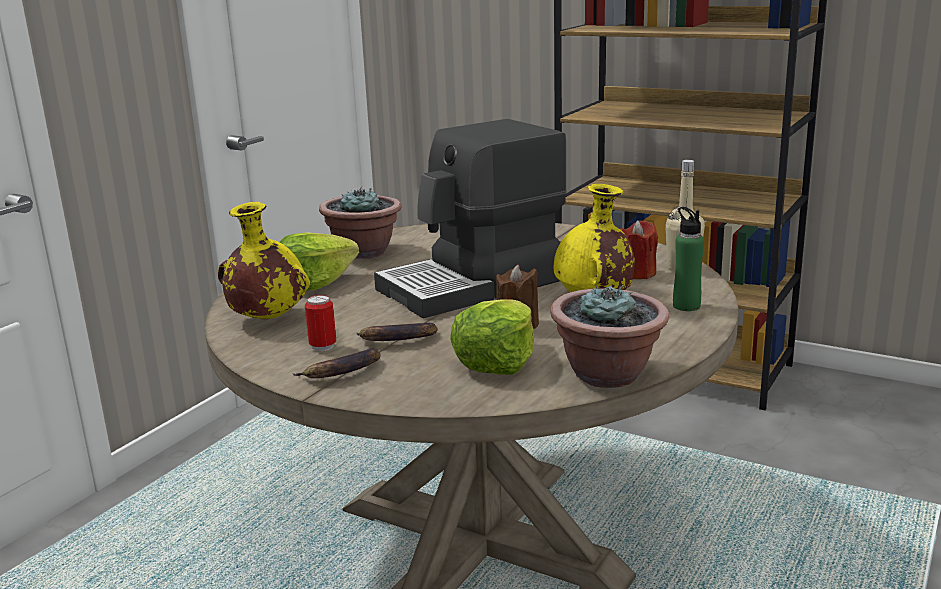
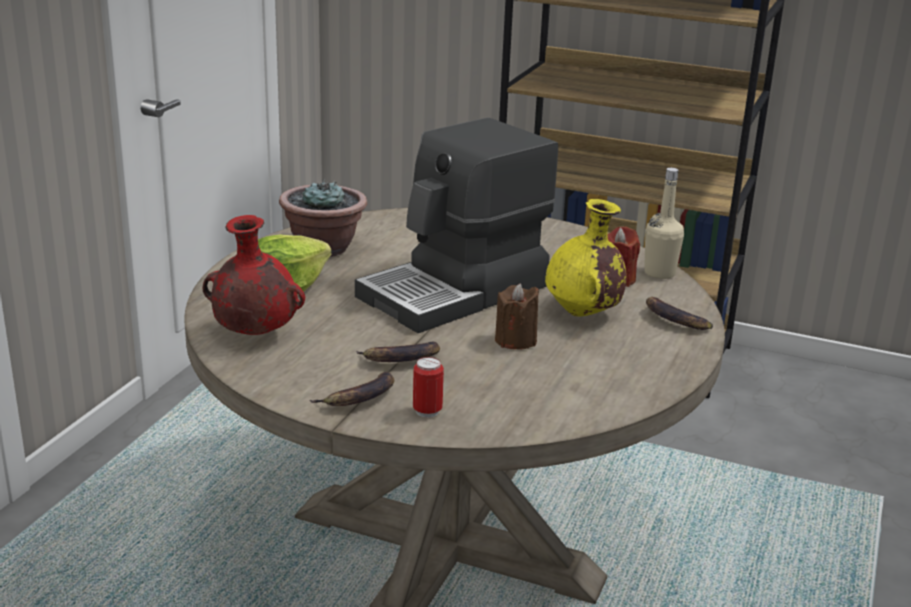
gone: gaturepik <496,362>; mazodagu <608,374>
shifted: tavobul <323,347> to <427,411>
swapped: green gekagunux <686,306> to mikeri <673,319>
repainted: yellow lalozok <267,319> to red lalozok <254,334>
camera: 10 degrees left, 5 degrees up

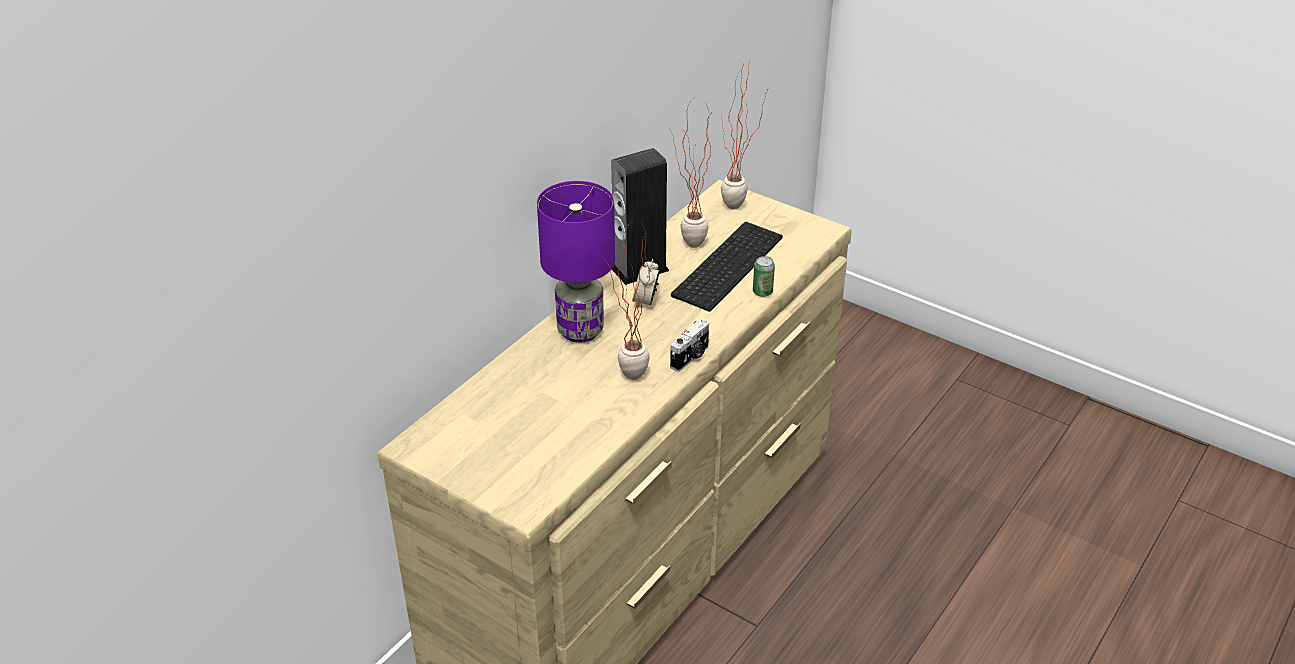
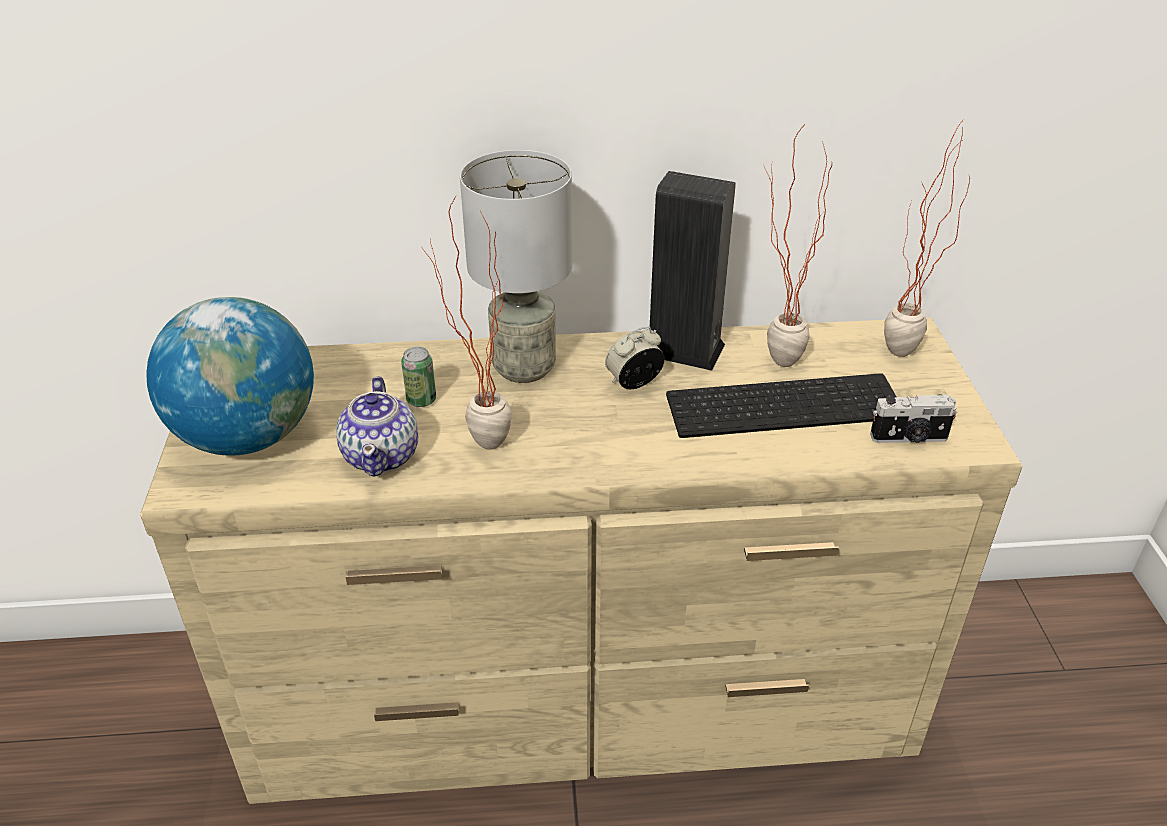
new: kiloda <248,436>; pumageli <382,455>
shifted: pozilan <691,357> to <909,438>; tavobul <762,292> to <421,400>
repainted: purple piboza <580,331> to grey piboza <523,368>
camera: 50 degrees right, 0 degrees up

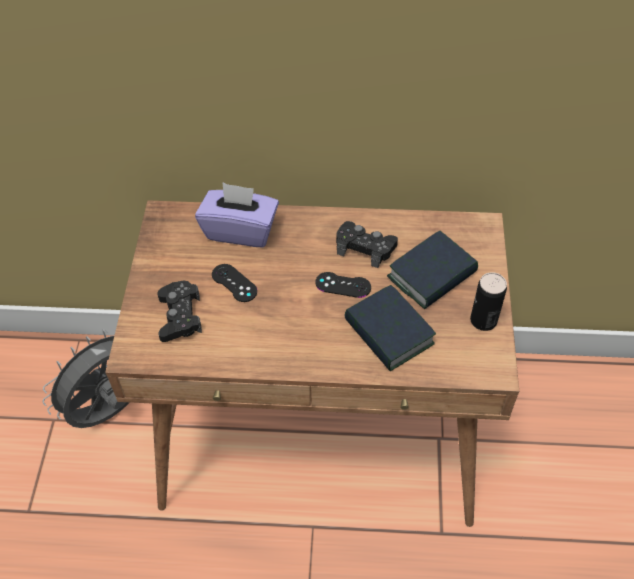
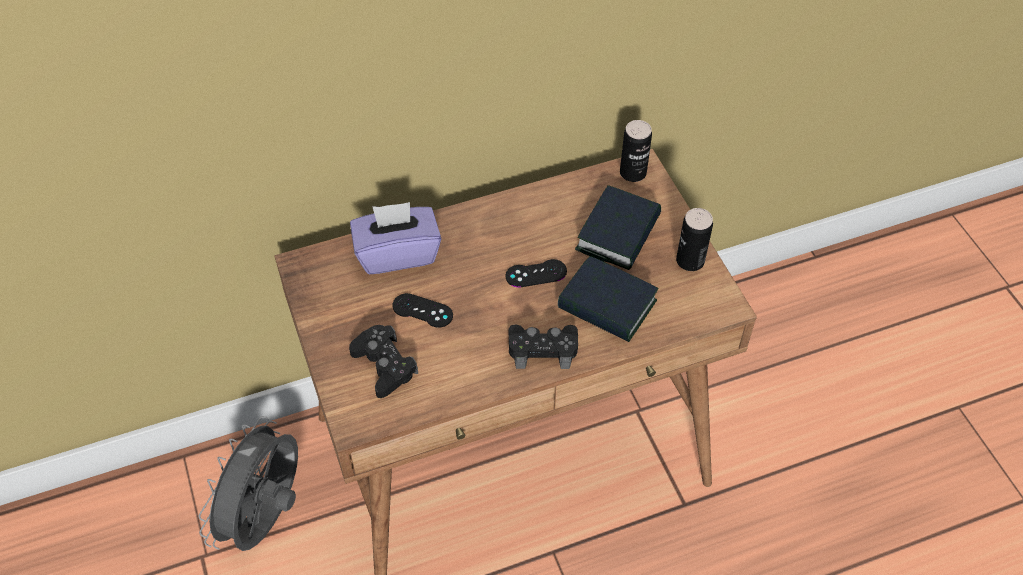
new: tavobul <633,173>
shifted: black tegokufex <365,248> to <543,349>
camera: 25 degrees left, 0 degrees up

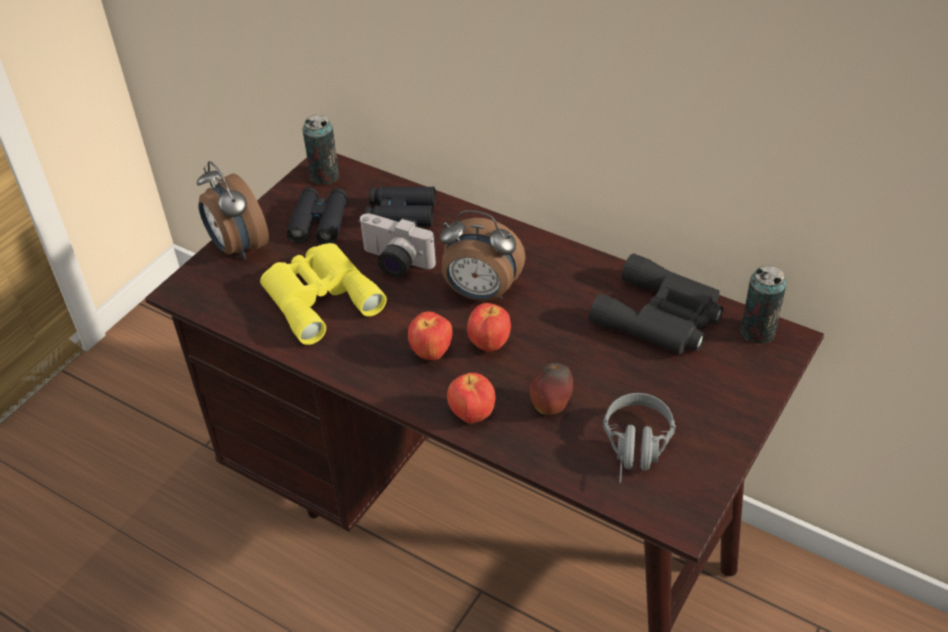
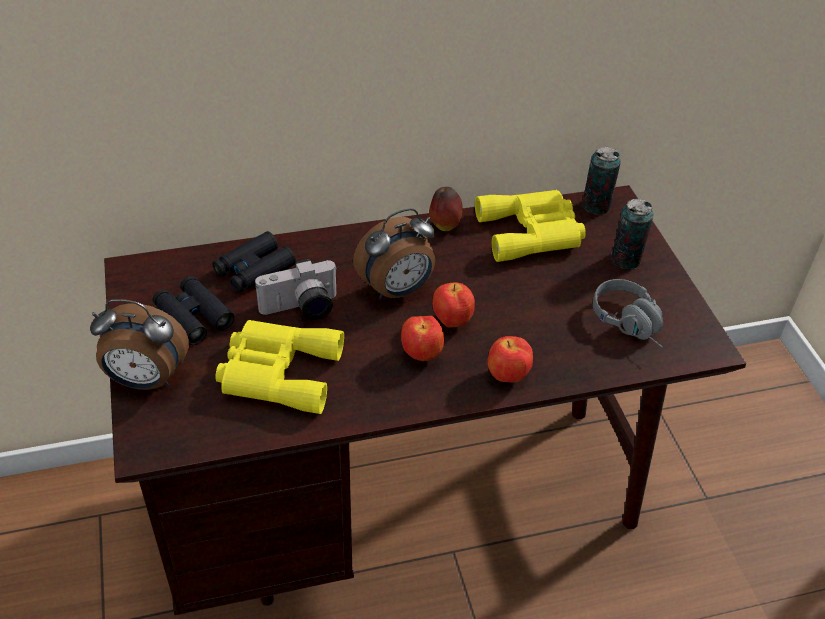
shifted: tavobul <325,176> to <625,259>; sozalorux <551,406> to <444,225>
repainted: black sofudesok <661,318> to yellow sofudesok <532,232>
camera: 50 degrees left, 0 degrees up

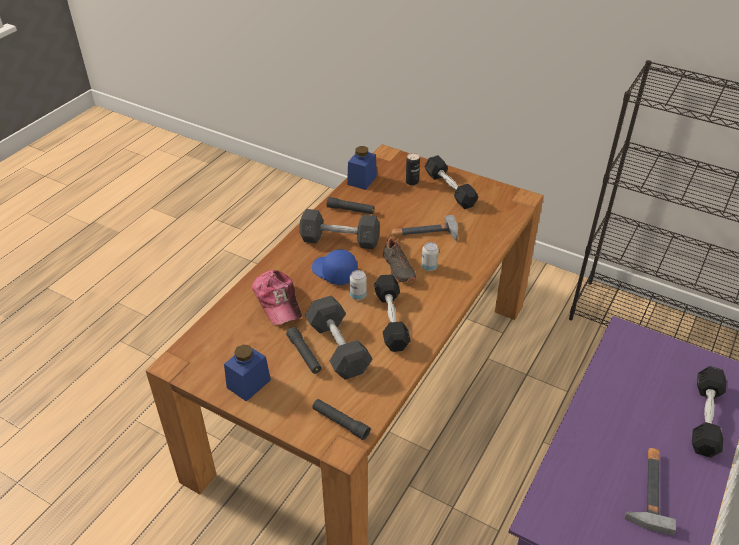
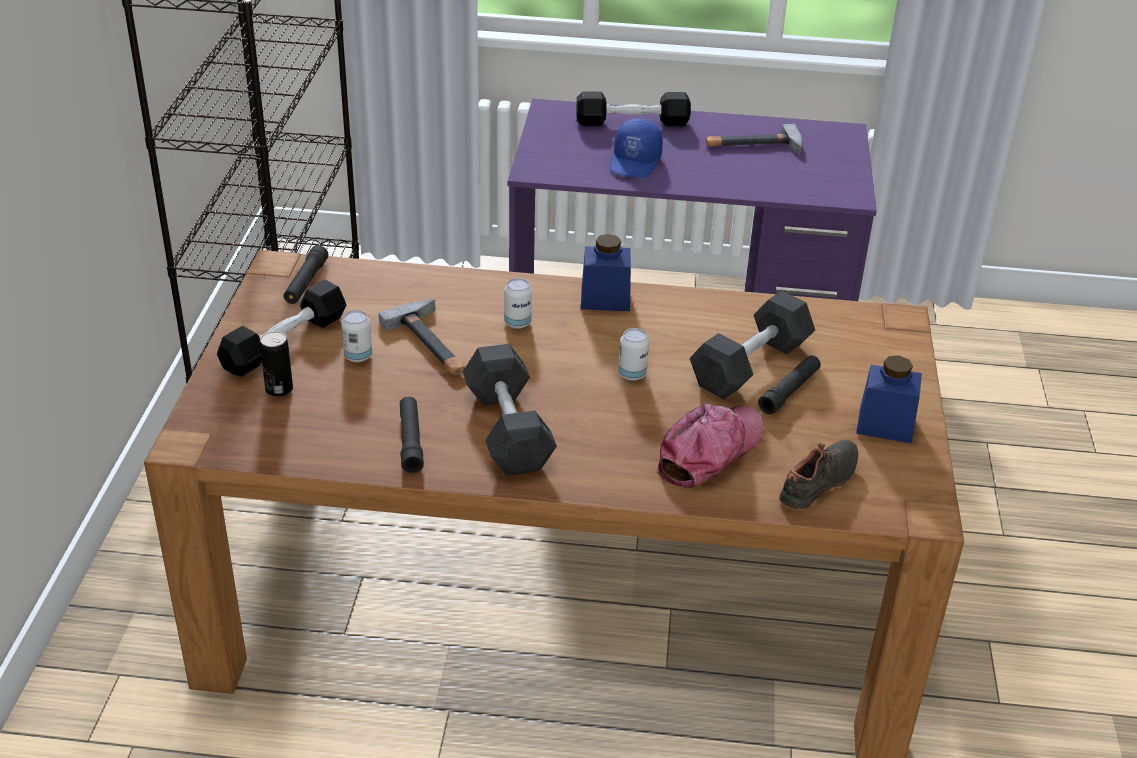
gone: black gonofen <391,320>
new: tavobul <358,356>
shifted: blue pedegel <334,272> to <635,162>; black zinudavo <340,422> to <306,282>; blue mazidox <362,180> to <605,299>; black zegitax <397,268> to <820,484>
camera: 115 degrees left, 5 degrees down

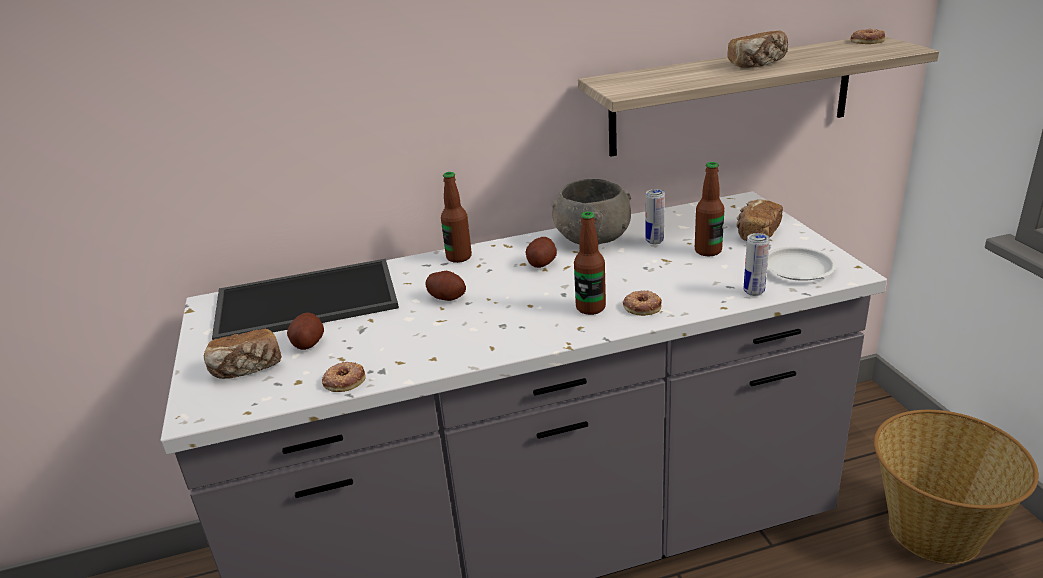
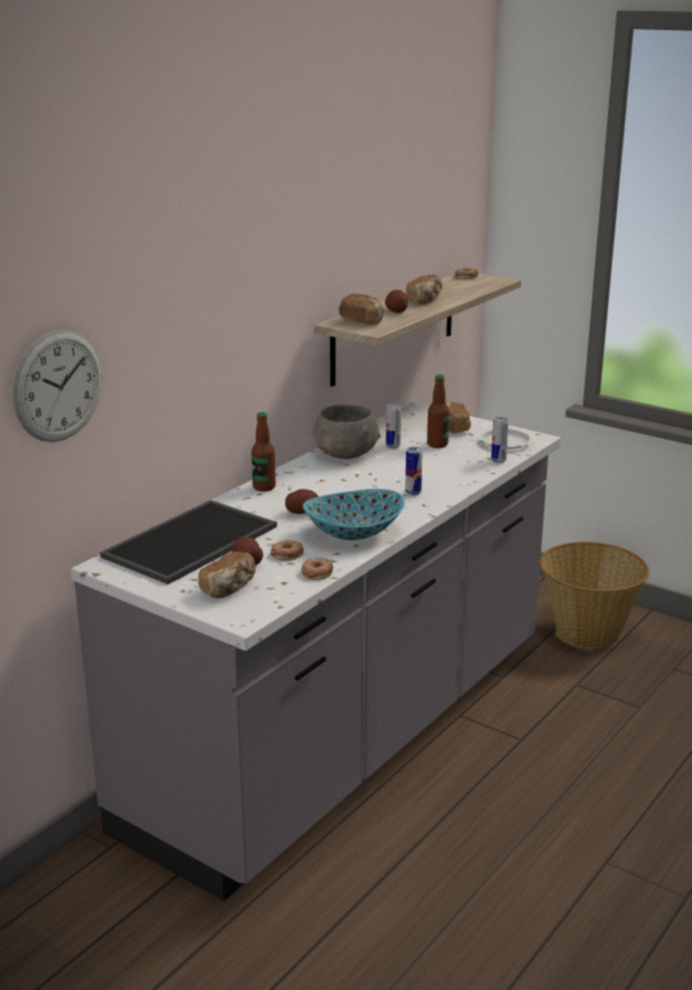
new: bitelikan <58,386>; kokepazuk <354,533>; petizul <362,321>
shifted: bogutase <541,263> to <396,311>; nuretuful <642,306> to <287,553>
swapped: gekagunux <590,308> to tavobul <413,493>
camera: 40 degrees left, 5 degrees down

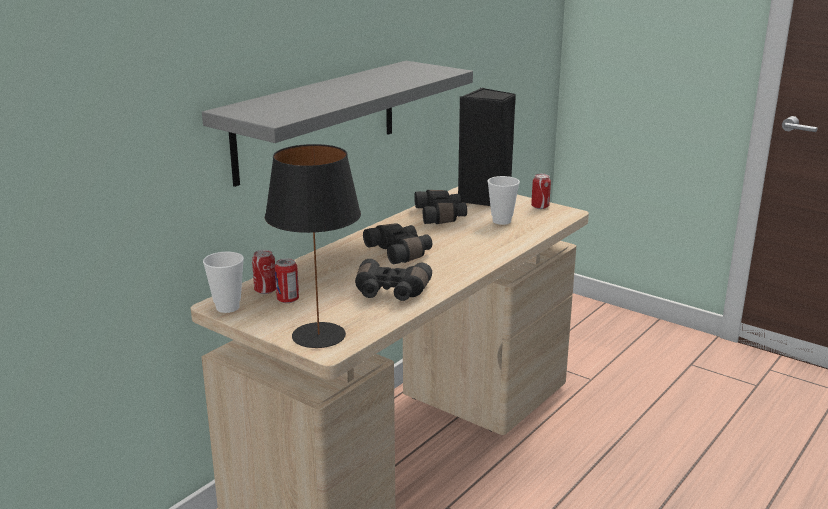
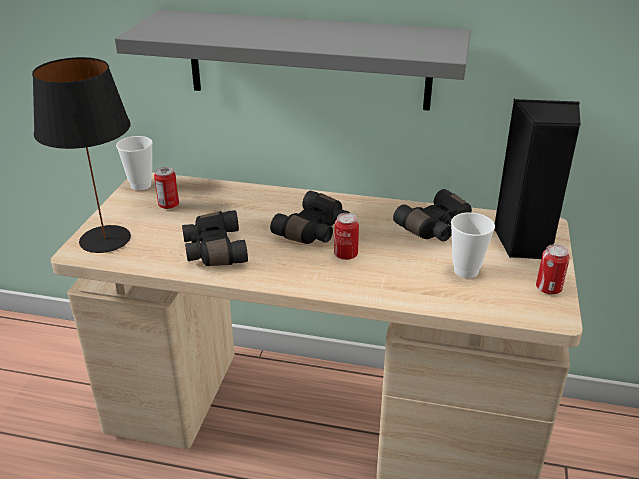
shifted: tavobul <265,290> to <346,254>
camera: 65 degrees right, 10 degrees up

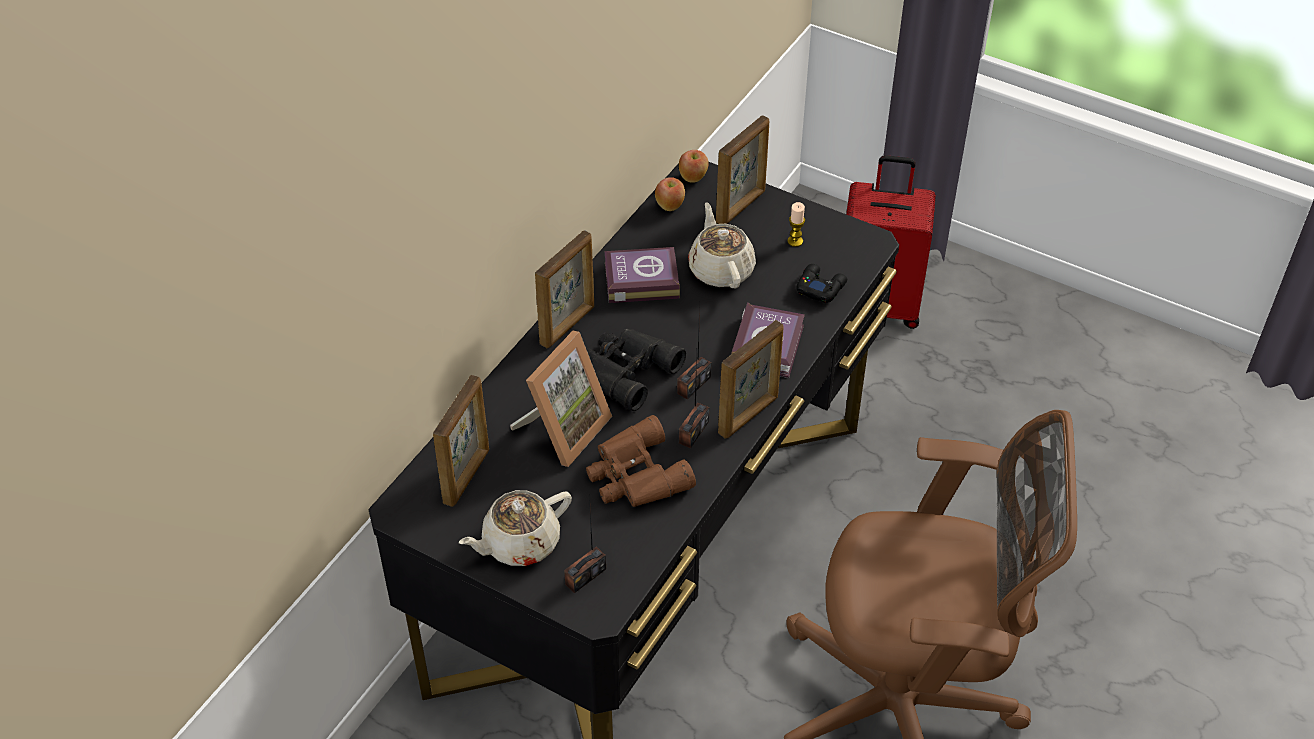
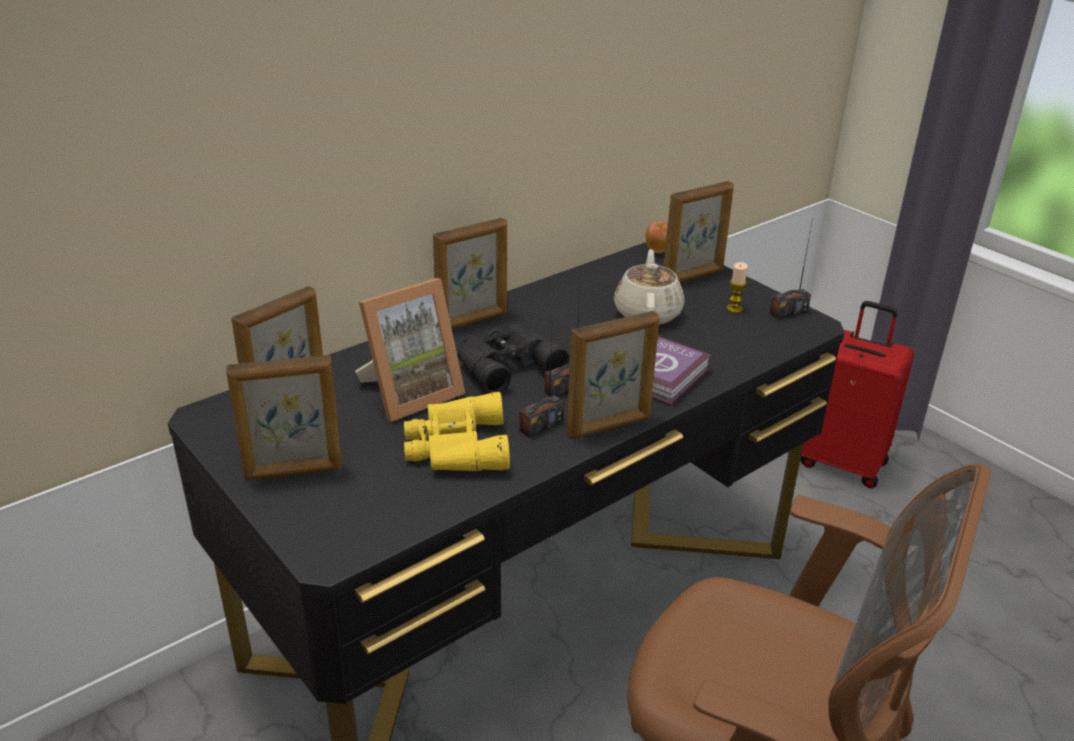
gone: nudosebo <639,279>; sozalorux <670,206>; black tegokufex <820,287>
shifted: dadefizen <585,576> to <788,312>
swapped: beige pumageli <519,543> to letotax <294,472>
repainted: brown sofudesok <635,476> to yellow sofudesok <455,446>
camera: 20 degrees right, 15 degrees down

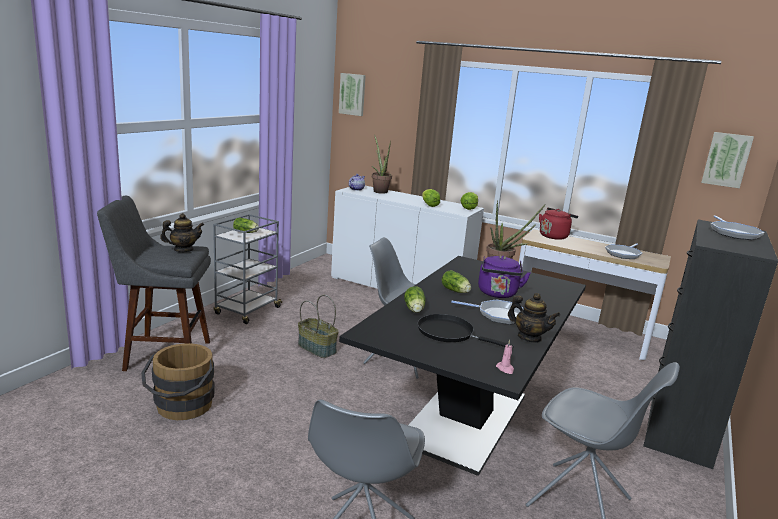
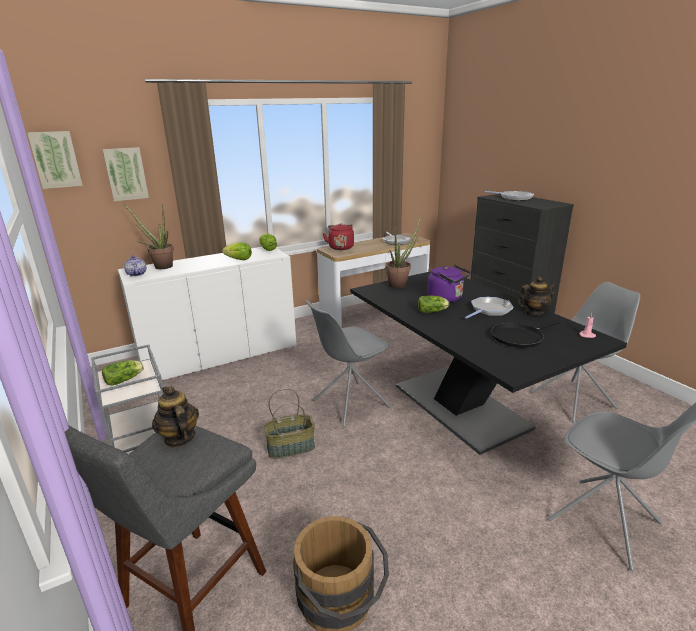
gone: gaturepik <414,310>
shifted: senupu <726,159> to <126,174>
rotated: pumageli <183,250> = <179,438> 45 degrees counterclockwise
camera: 55 degrees left, 5 degrees up

